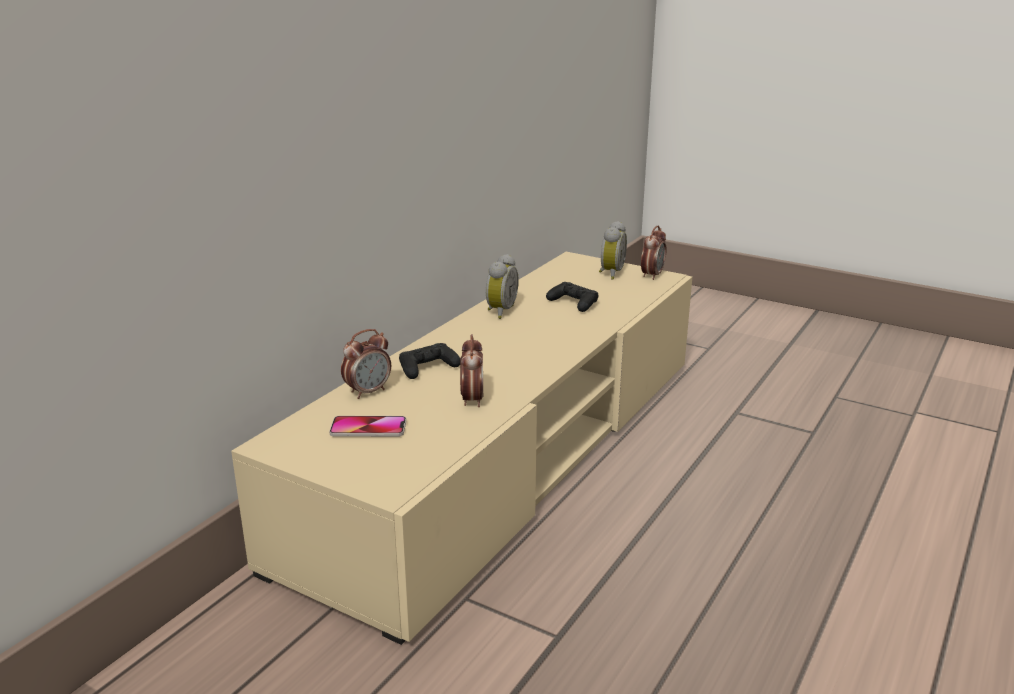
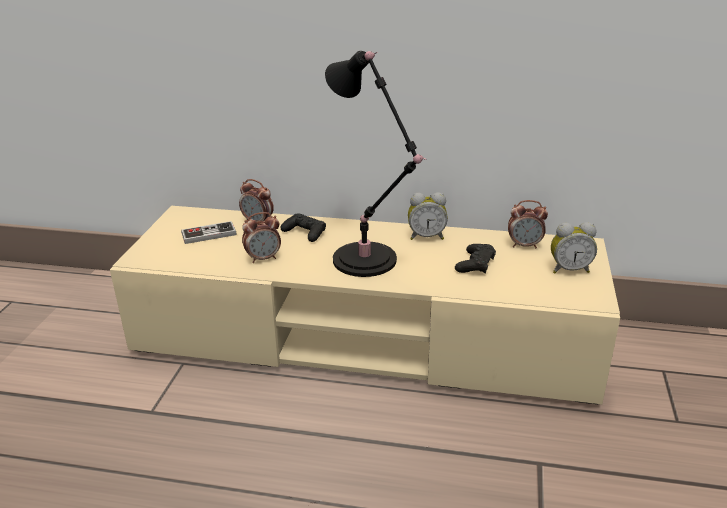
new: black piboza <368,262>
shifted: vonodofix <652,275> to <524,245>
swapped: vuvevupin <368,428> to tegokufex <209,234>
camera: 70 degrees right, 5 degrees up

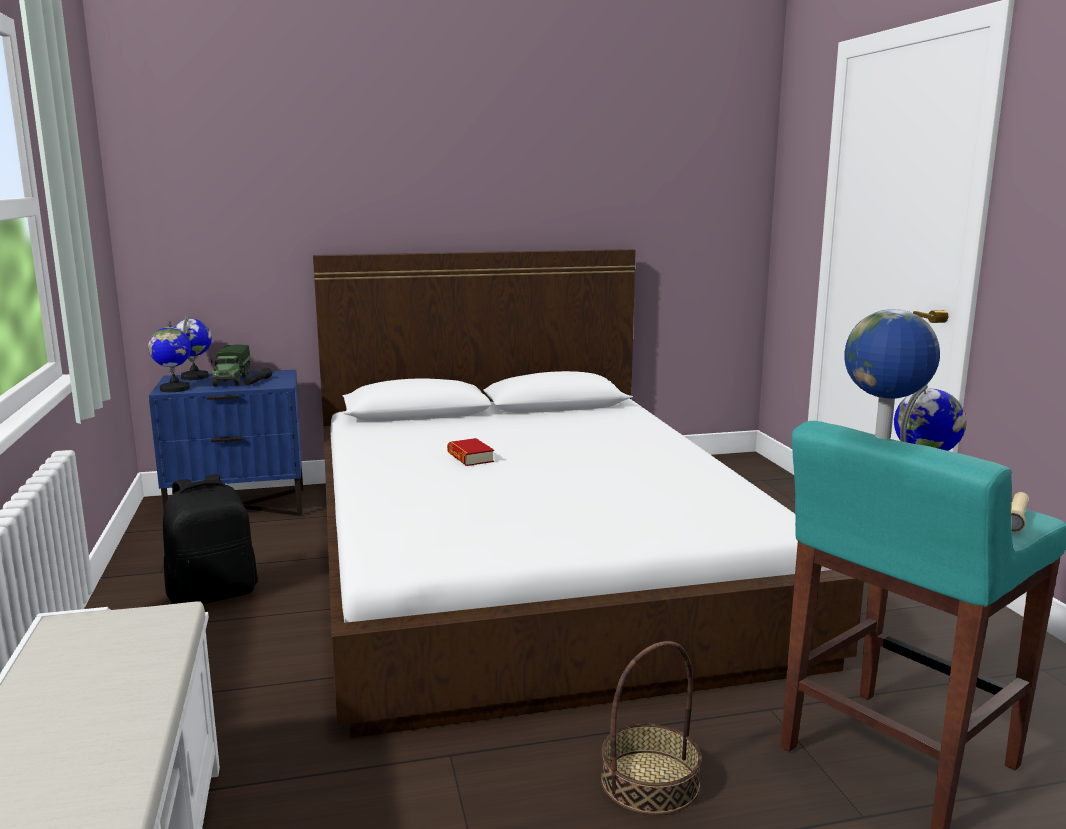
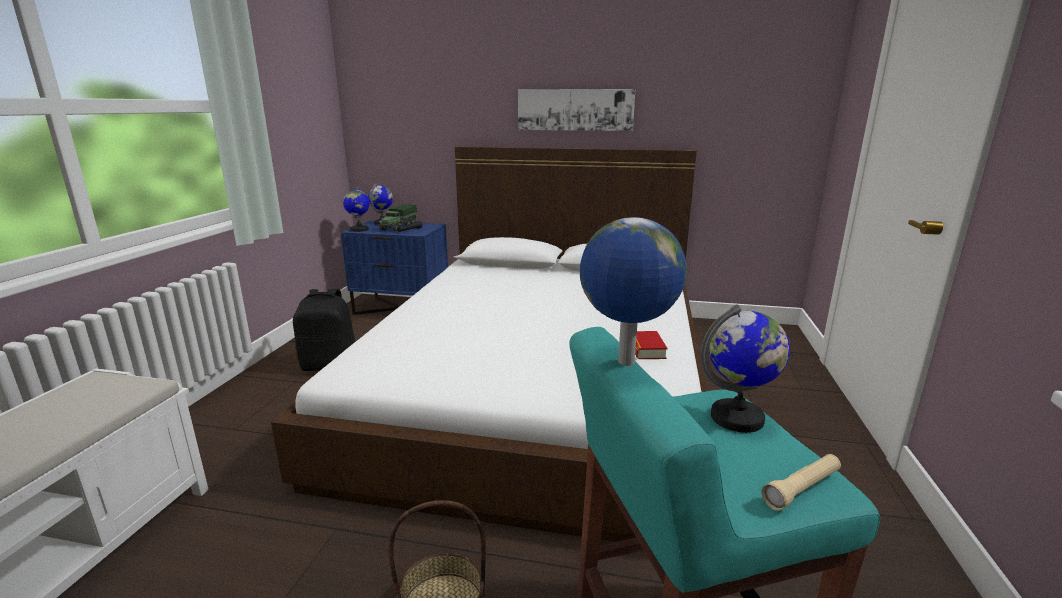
new: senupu <575,110>
shifted: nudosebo <470,457> to <646,349>
camera: 25 degrees right, 5 degrees up

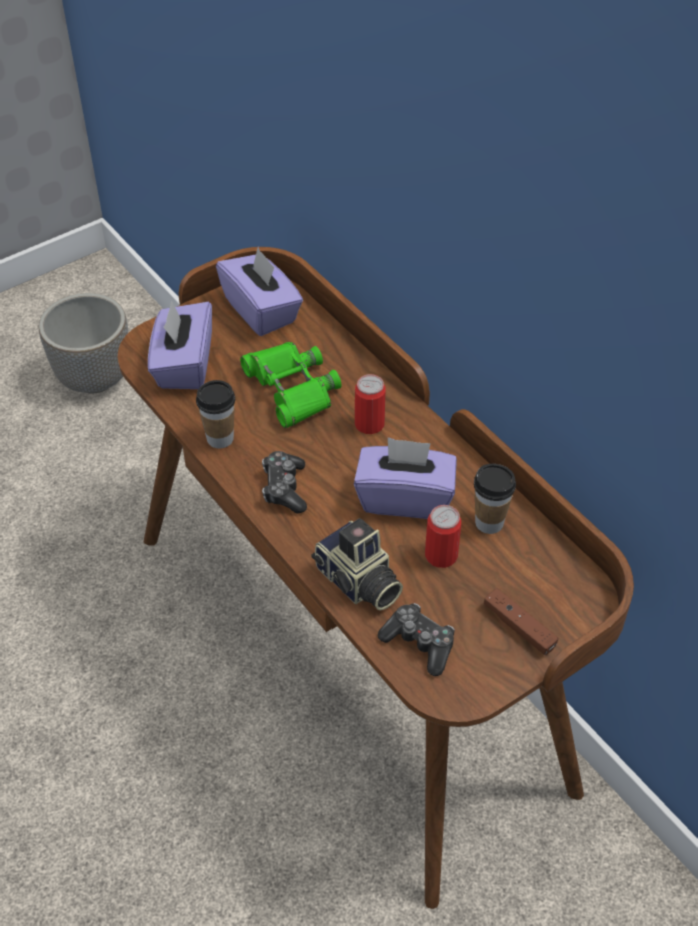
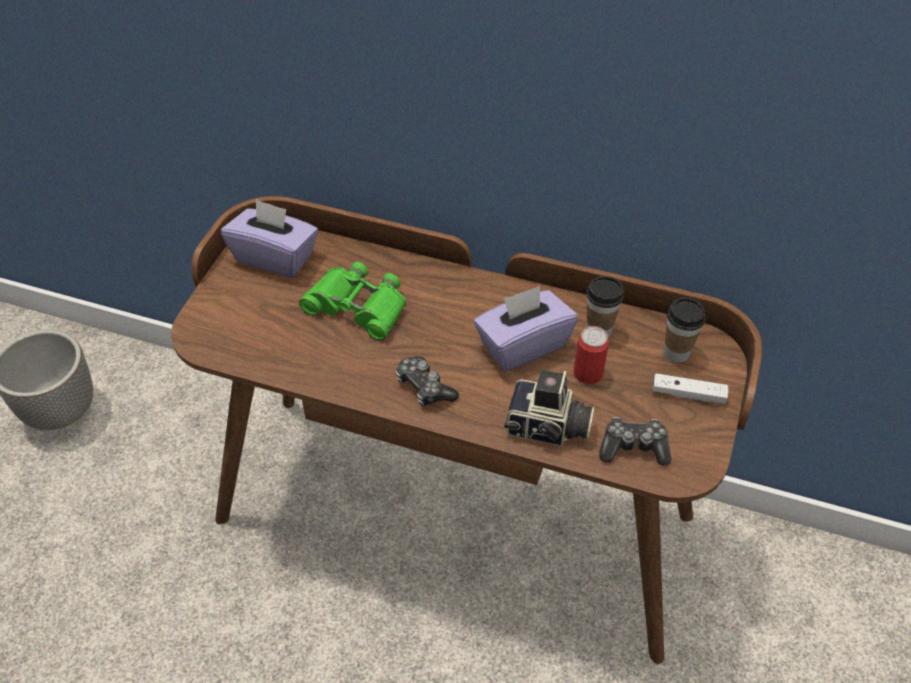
gone: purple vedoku <184,365>; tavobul <369,424>
shifted: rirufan <220,438> to <676,352>
repainted: brown tegokufex <519,627> to white tegokufex <688,394>
camera: 35 degrees left, 0 degrees up

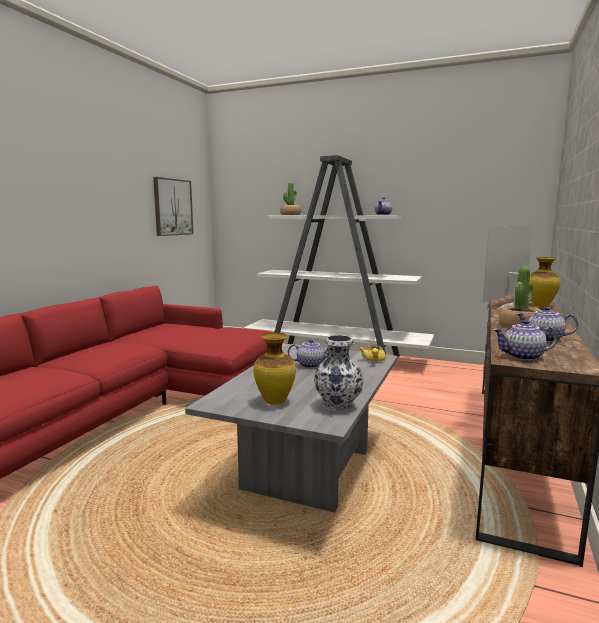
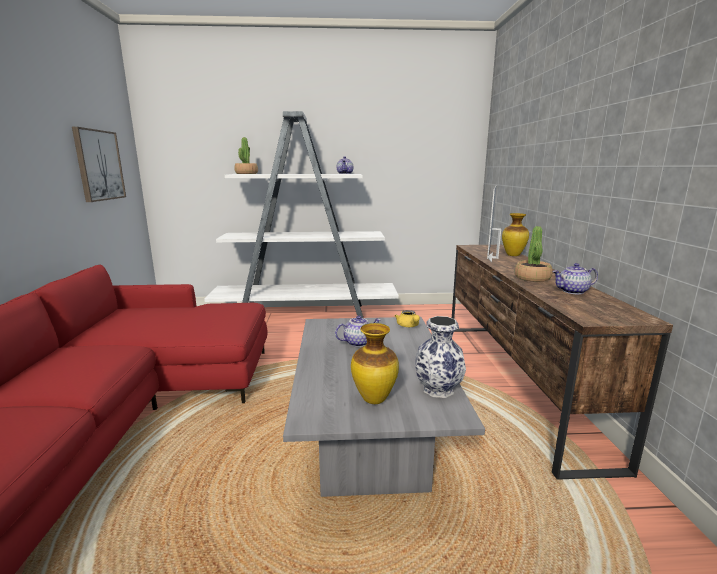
gone: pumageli <523,357>
camera: 25 degrees left, 5 degrees up

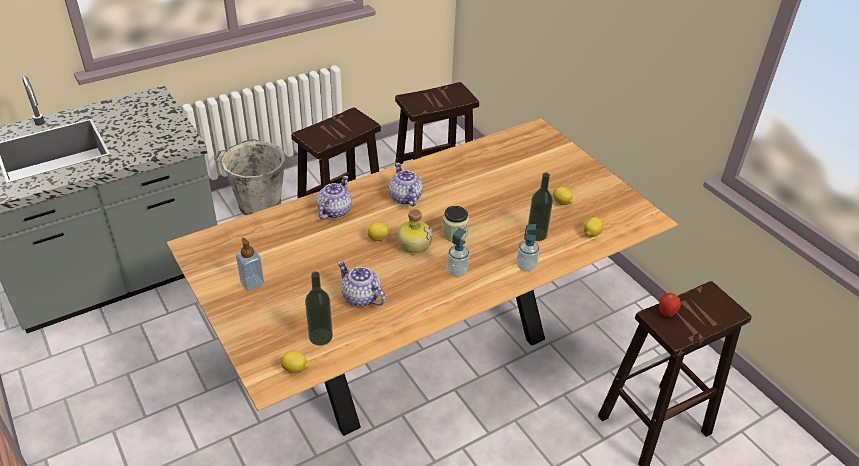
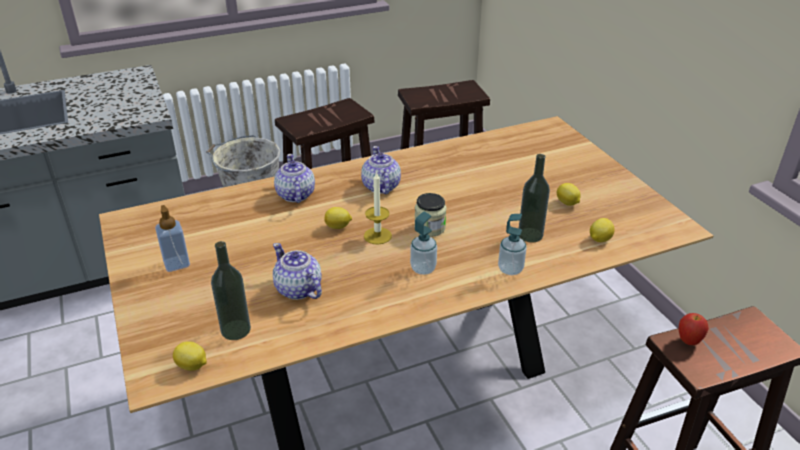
swapped: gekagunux <413,244> to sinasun <377,236>
rotated: pumageli <334,211> = <295,195> 45 degrees counterclockwise
camera: 10 degrees right, 5 degrees down

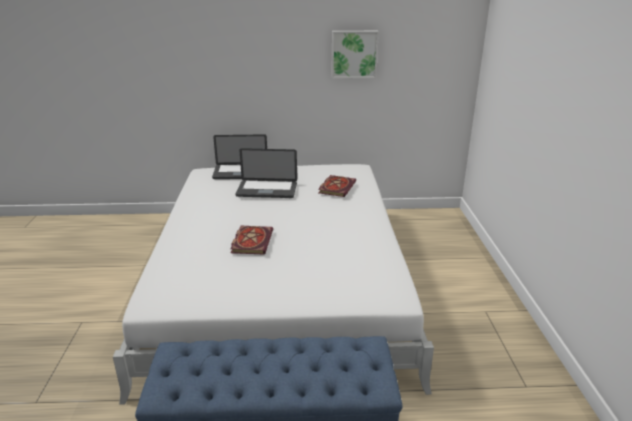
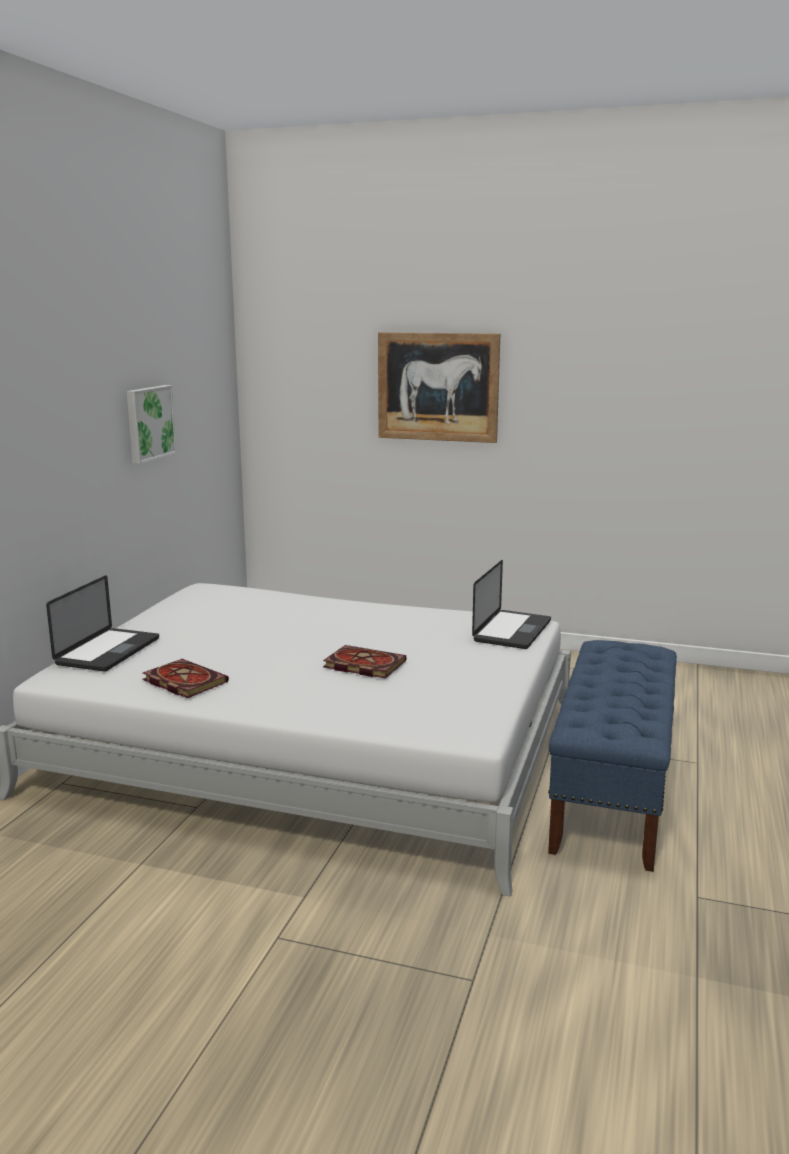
new: senupu <437,387>
shifted: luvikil <267,190> to <512,631>; nudosebo <336,187> to <182,681>
camera: 70 degrees left, 10 degrees down

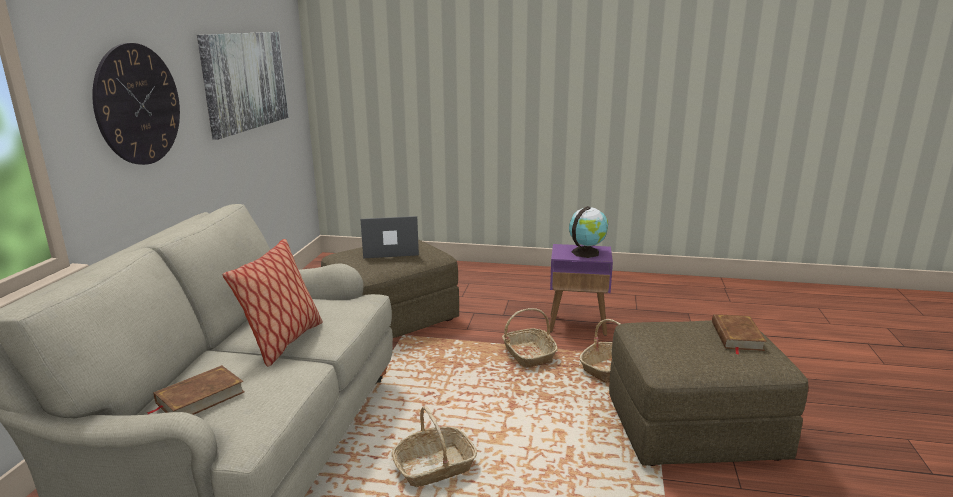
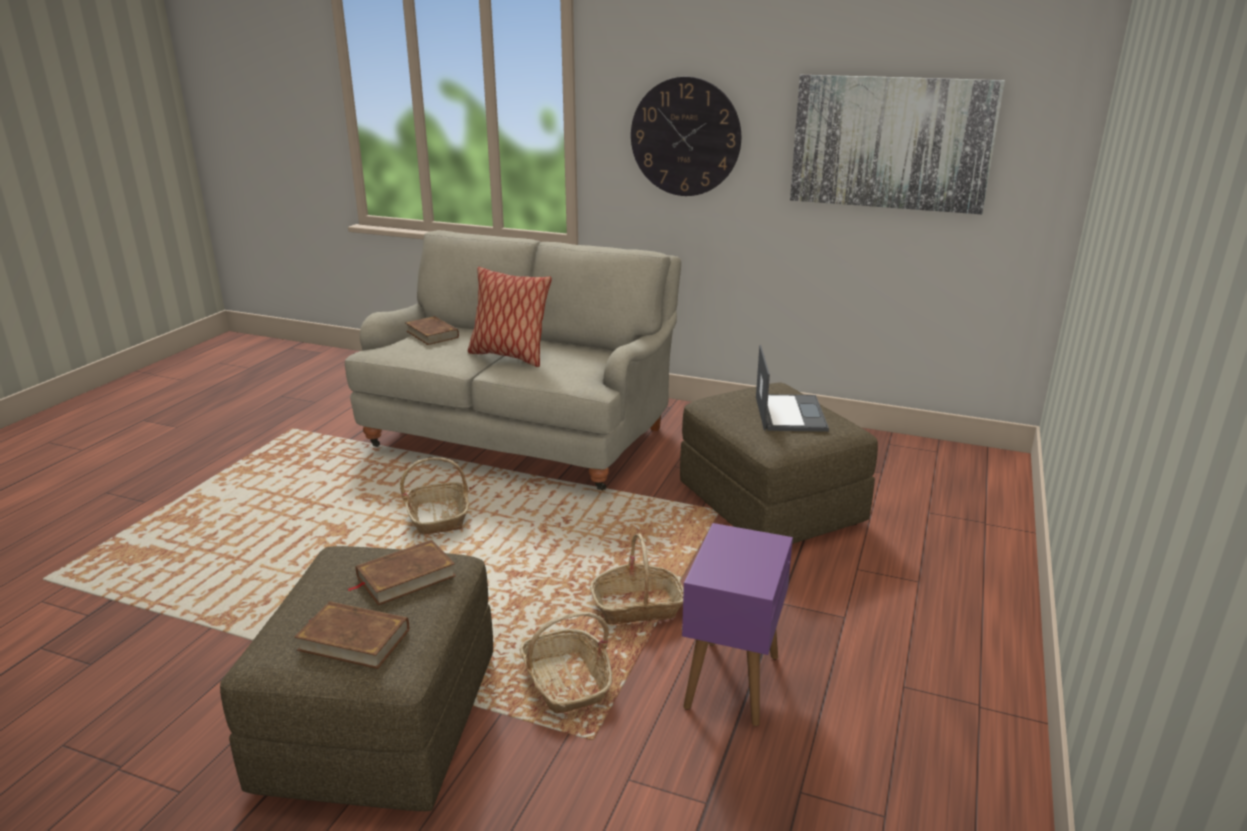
gone: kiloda <586,252>
new: brown nudosebo <405,577>
camera: 100 degrees right, 5 degrees up

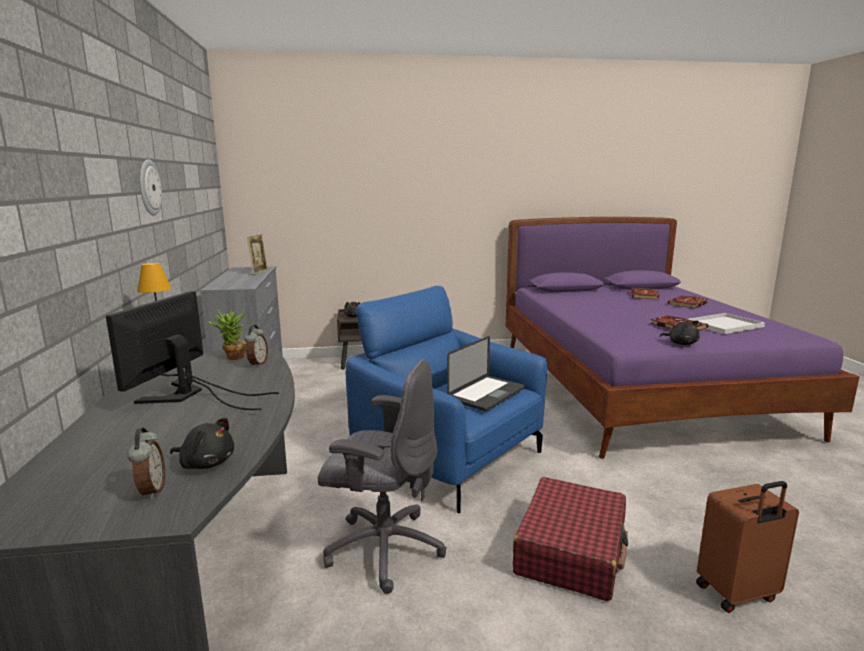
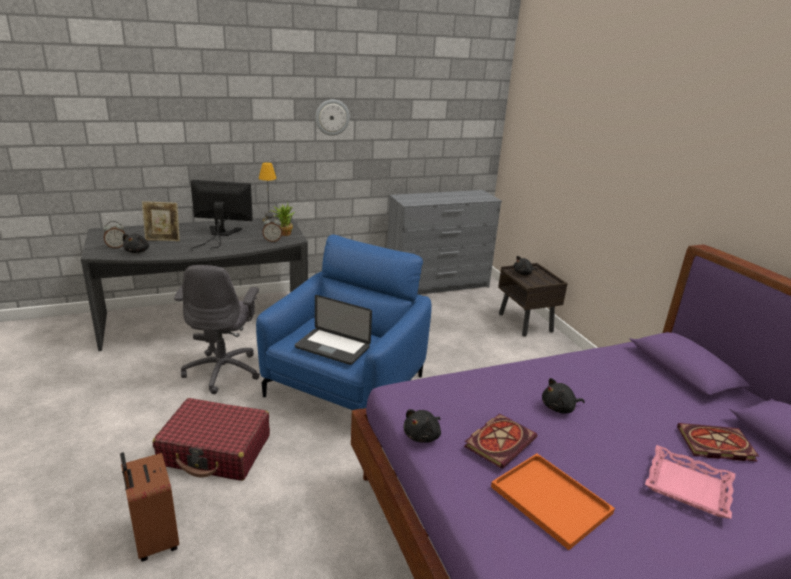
new: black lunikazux <559,408>
shifted: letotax <259,272> to <163,240>
swapped: nudosebo <688,304> to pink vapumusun <687,487>
repainted: white vapumusun <724,324> to orange vapumusun <553,500>
camera: 75 degrees right, 10 degrees up

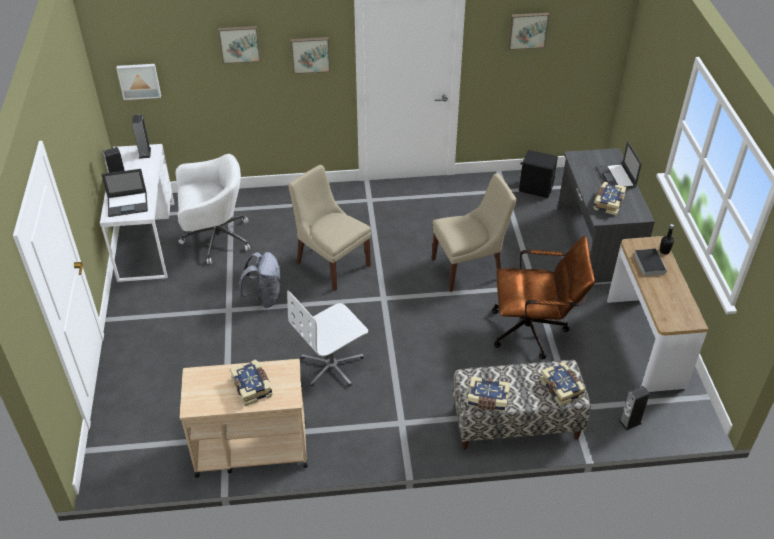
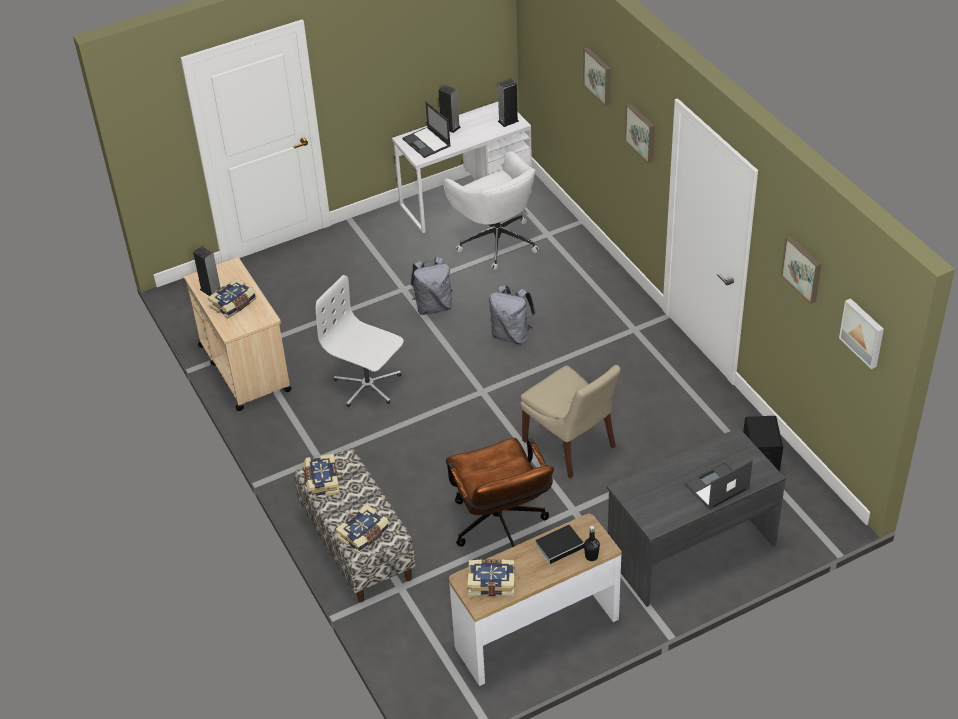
shifted: senupu <139,80> to <863,332>; nudosebo <607,203> to <491,582>; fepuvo <630,422> to <211,290>
swapped: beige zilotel <331,263> to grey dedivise <511,335>
camera: 70 degrees right, 0 degrees up

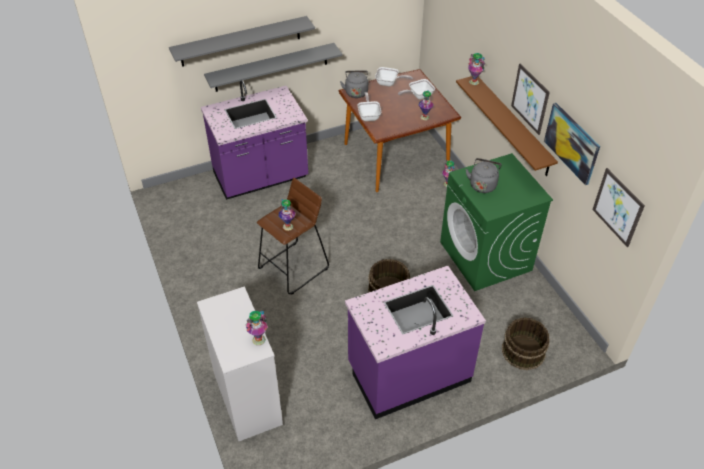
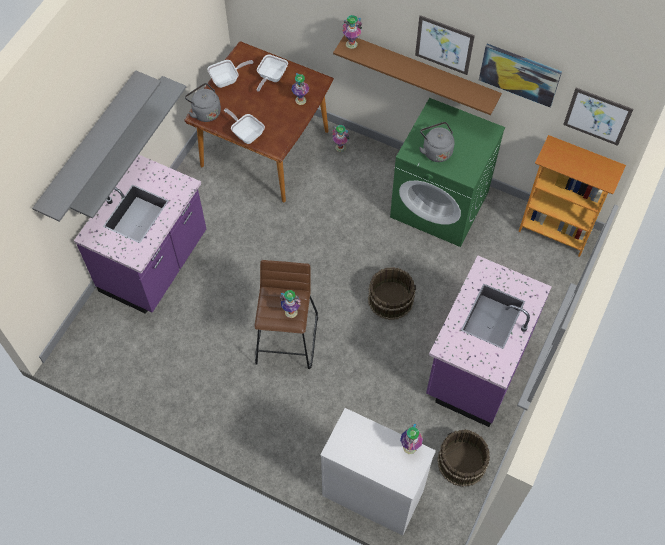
new: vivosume <555,231>
shifted: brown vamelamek <522,351> to <461,462>
camera: 40 degrees left, 15 degrees up

